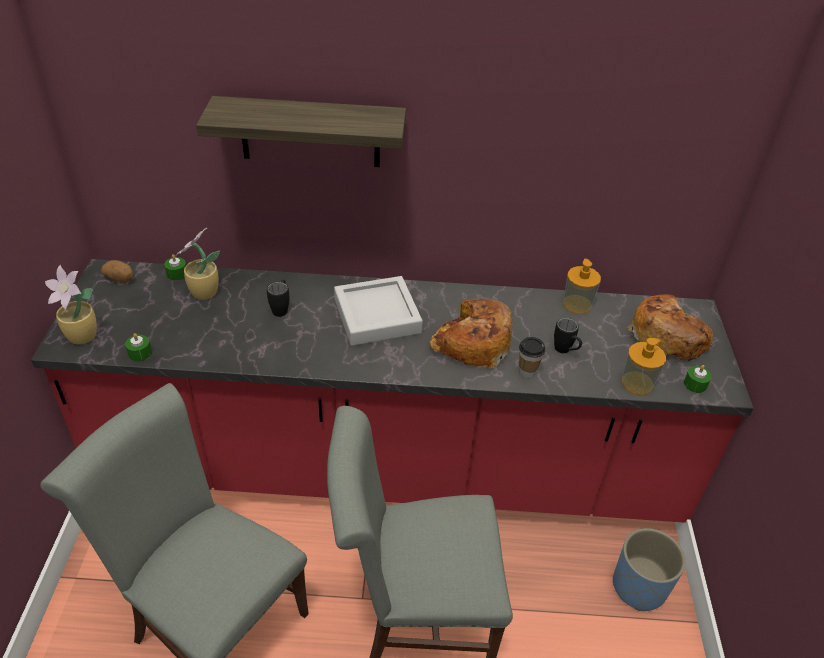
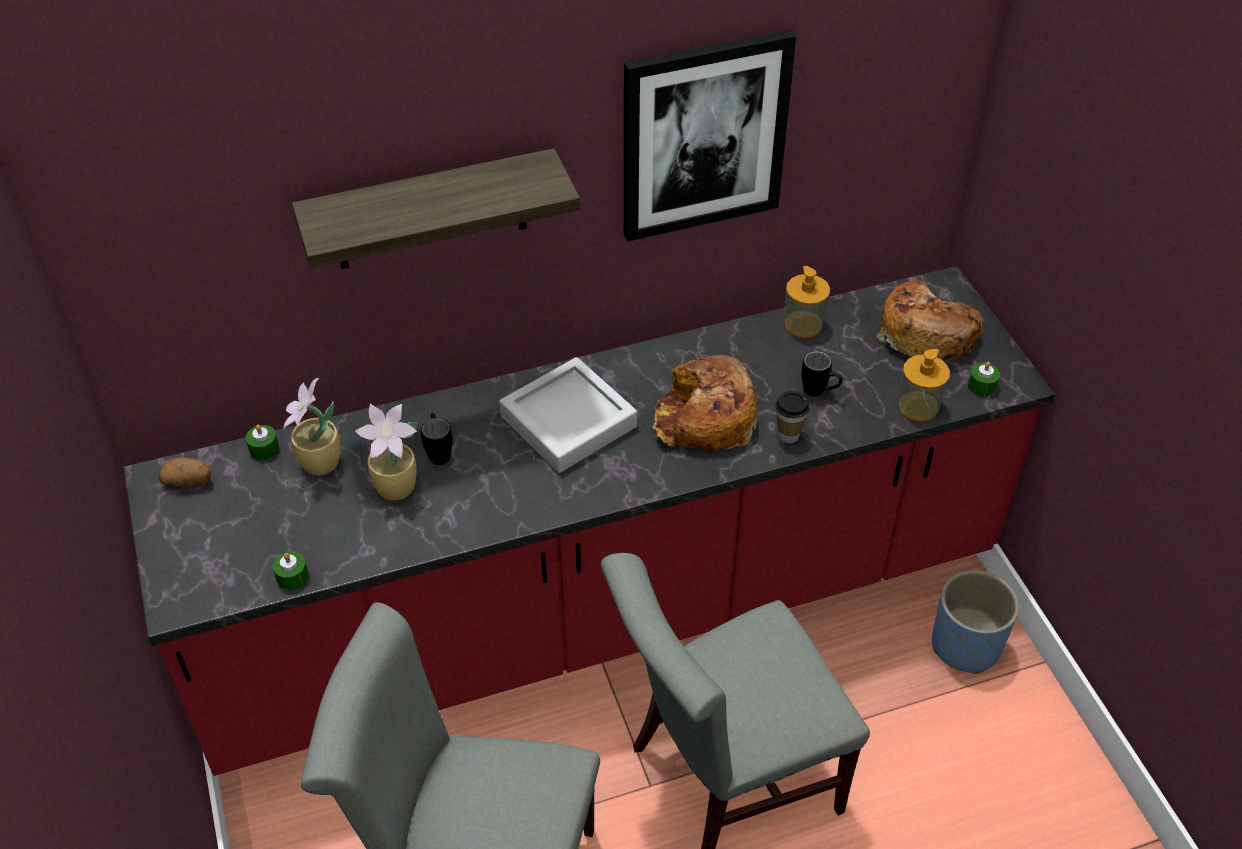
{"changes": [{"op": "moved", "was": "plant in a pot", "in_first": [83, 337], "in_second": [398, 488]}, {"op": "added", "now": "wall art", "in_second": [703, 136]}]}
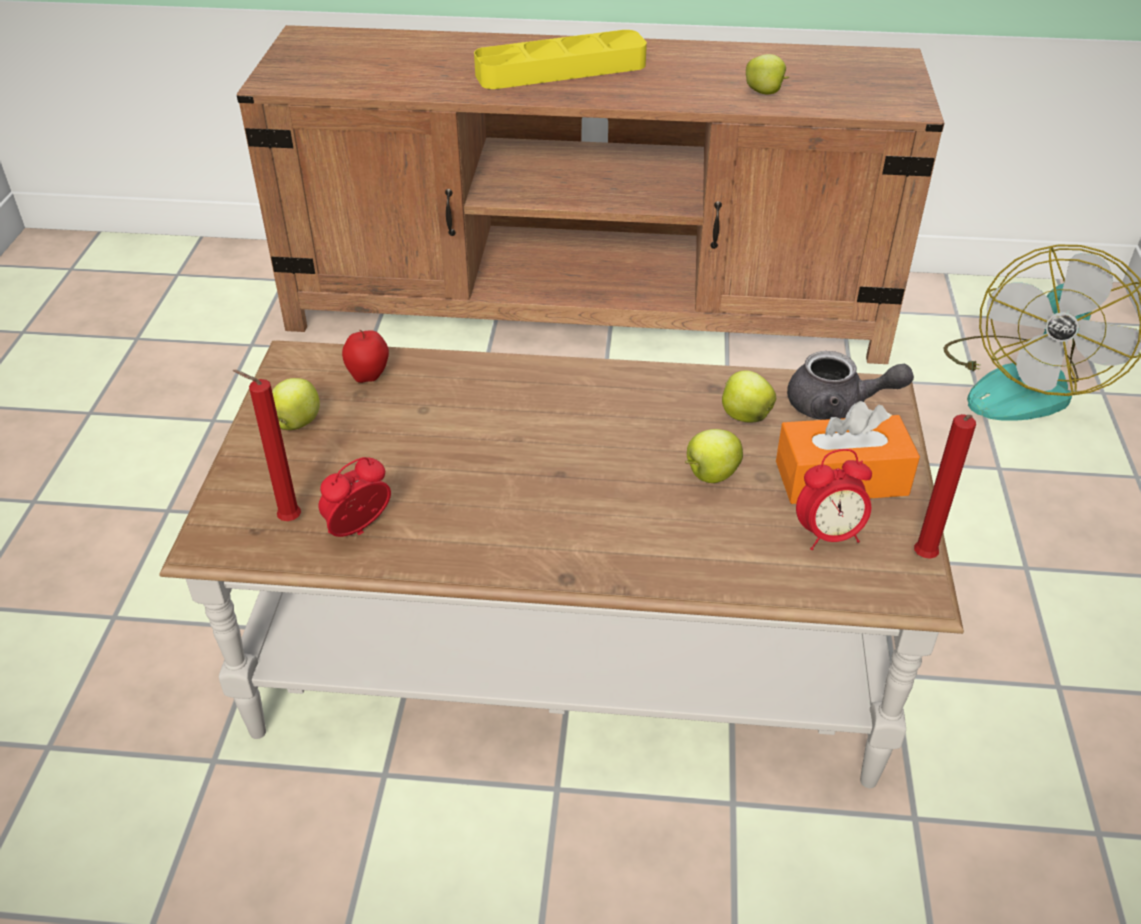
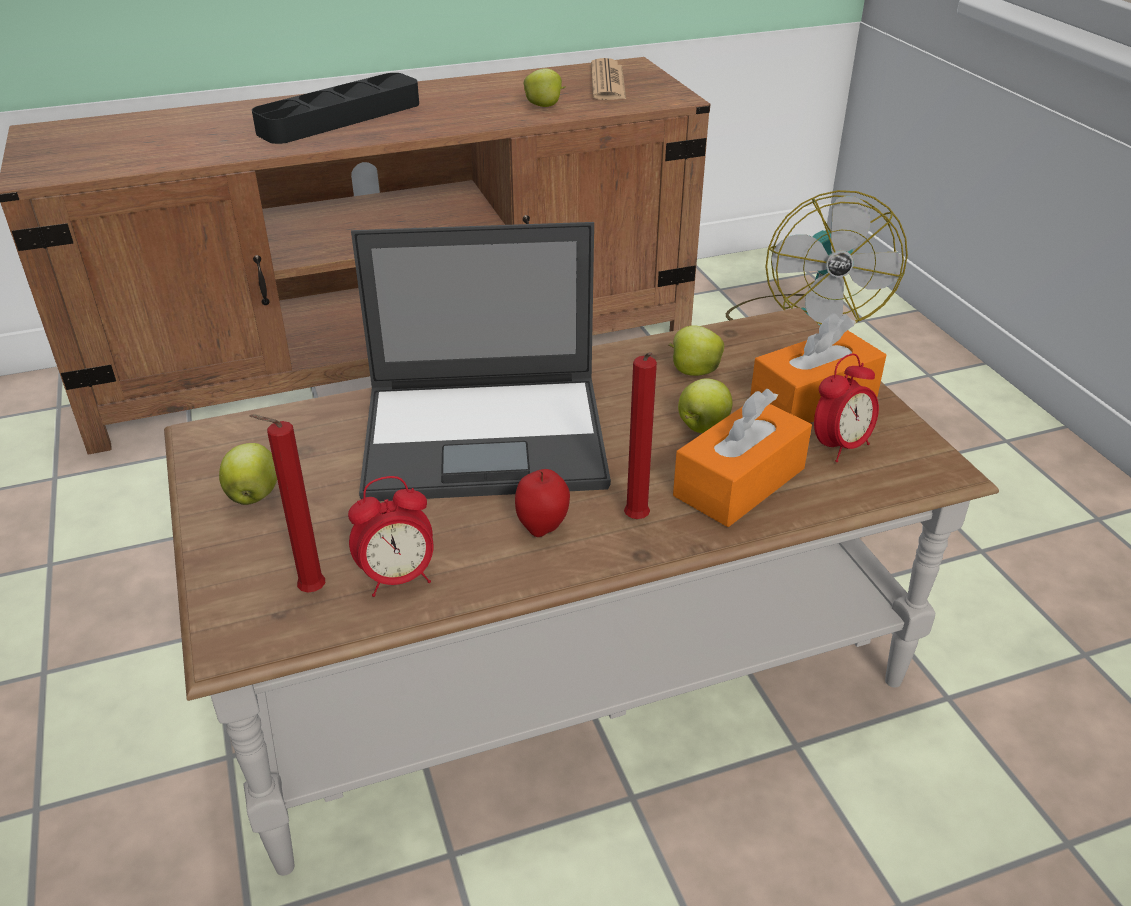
{"changes": [{"op": "recoloured", "was": "carrying tray in yellow", "now": "carrying tray in blackish", "in_first": [561, 69], "in_second": [340, 118]}, {"op": "turned", "was": "bedside clock", "in_first": [359, 531], "in_second": [398, 578], "clockwise": -135}, {"op": "added", "now": "portable computer", "in_second": [488, 436]}, {"op": "moved", "was": "apple", "in_first": [369, 377], "in_second": [542, 527]}, {"op": "added", "now": "newspaper", "in_second": [608, 82]}, {"op": "moved", "was": "wax light in red-coloured", "in_first": [923, 559], "in_second": [636, 522]}, {"op": "added", "now": "tissue holder in orange-coloured", "in_second": [739, 482]}, {"op": "removed", "was": "tea pot in grey", "in_first": [837, 406]}]}
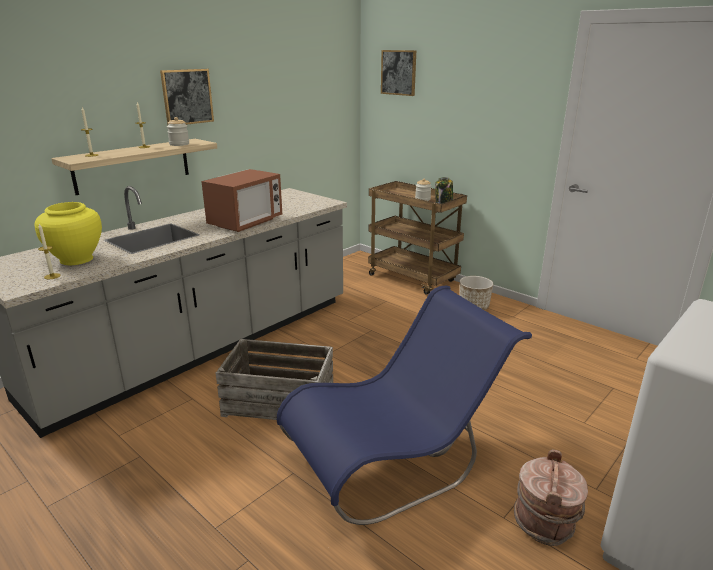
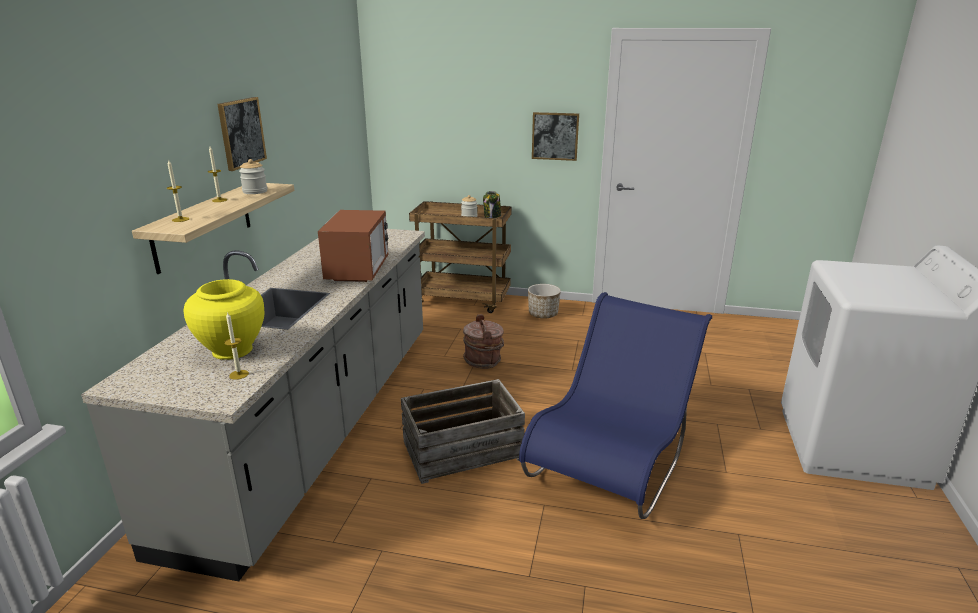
{"changes": [{"op": "moved", "was": "bucket in brownish", "in_first": [545, 523], "in_second": [483, 361]}, {"op": "moved", "was": "wall art", "in_first": [398, 72], "in_second": [555, 136]}]}
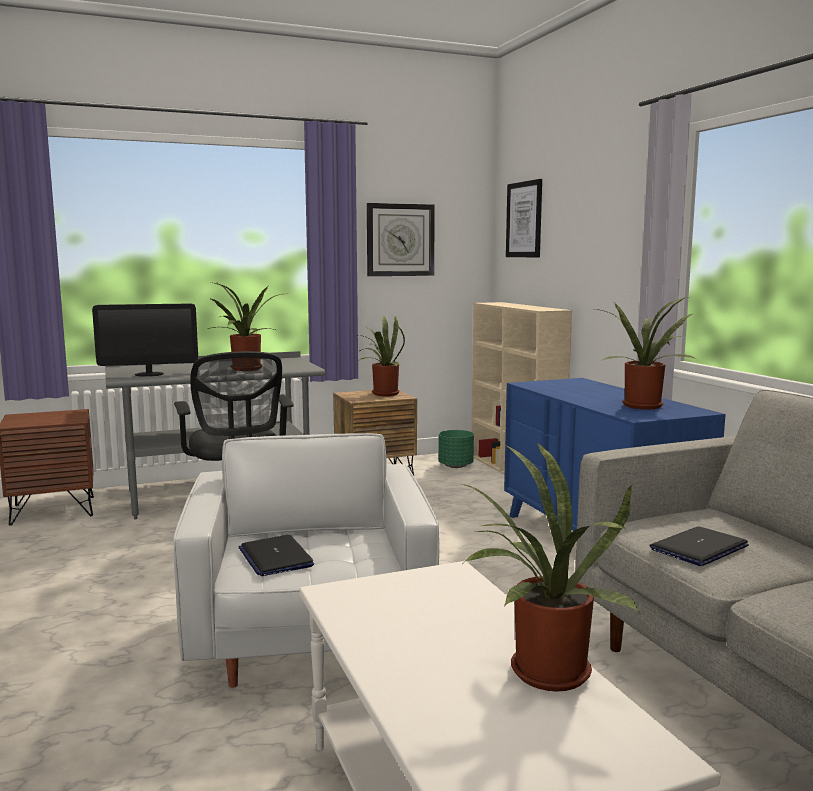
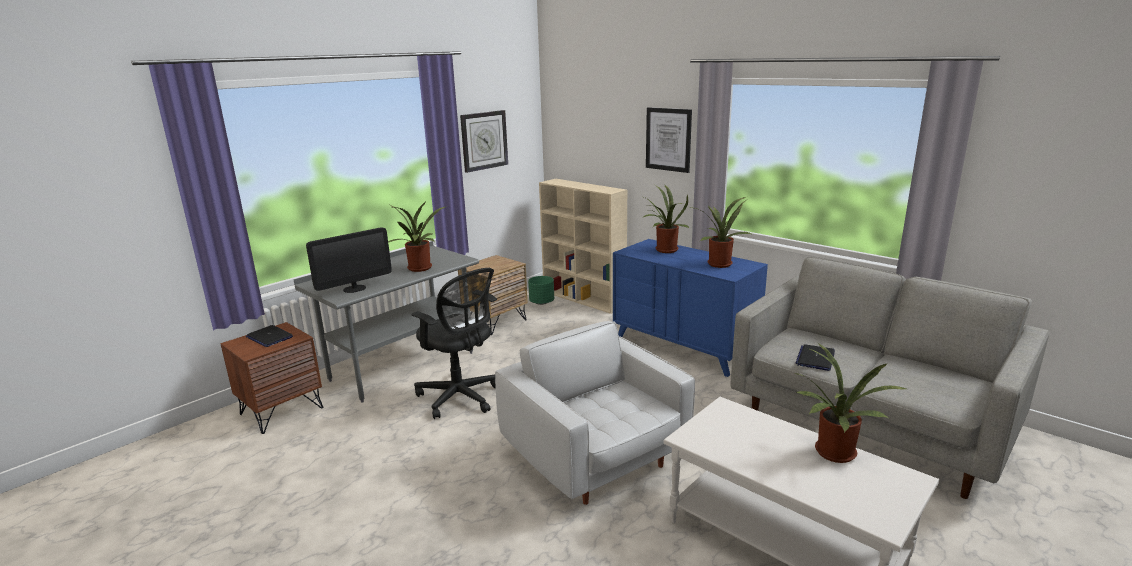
{"changes": [{"op": "moved", "was": "portable computer", "in_first": [275, 557], "in_second": [269, 337]}, {"op": "moved", "was": "plant in a pot", "in_first": [382, 394], "in_second": [664, 250]}, {"op": "moved", "was": "wall art", "in_first": [524, 219], "in_second": [668, 139]}]}
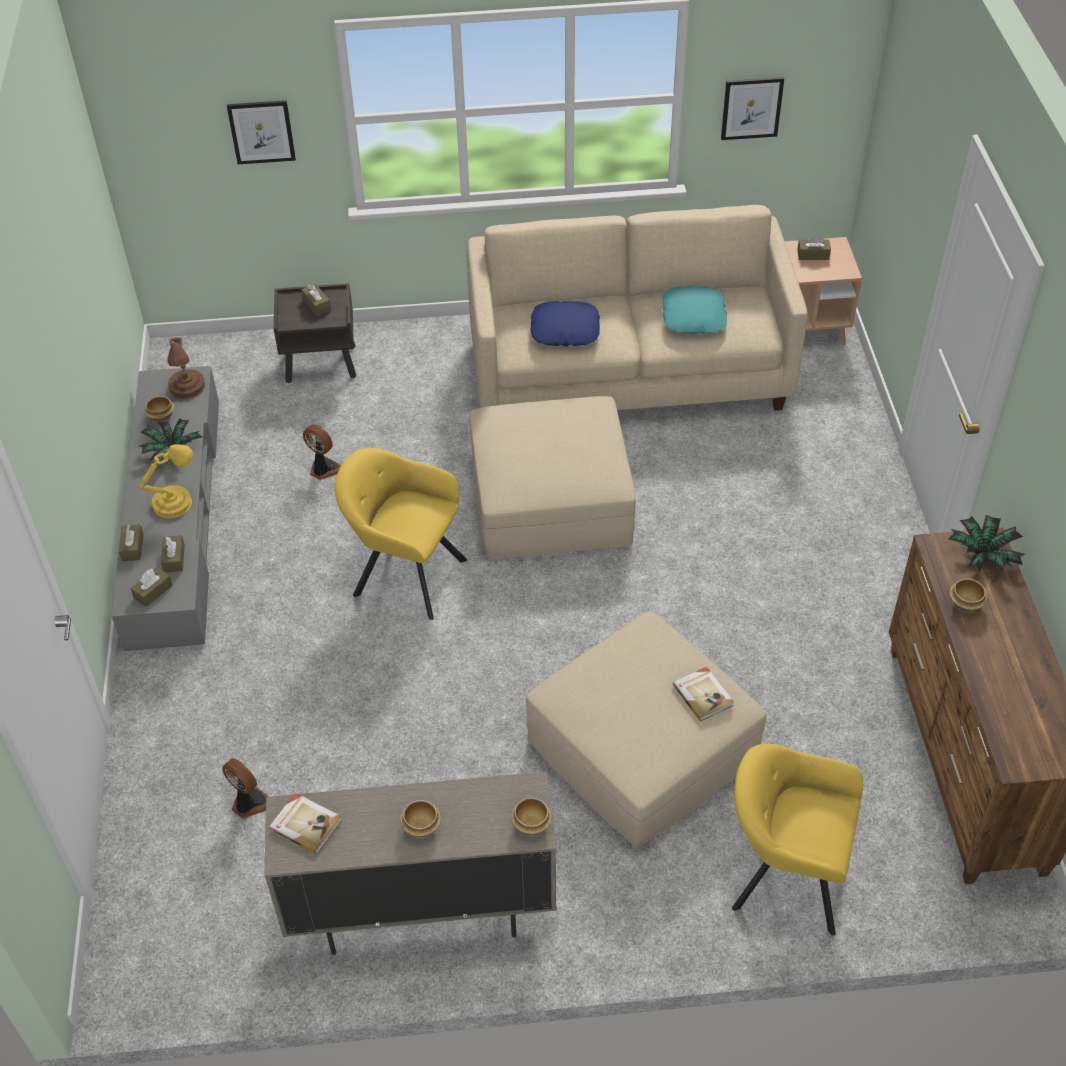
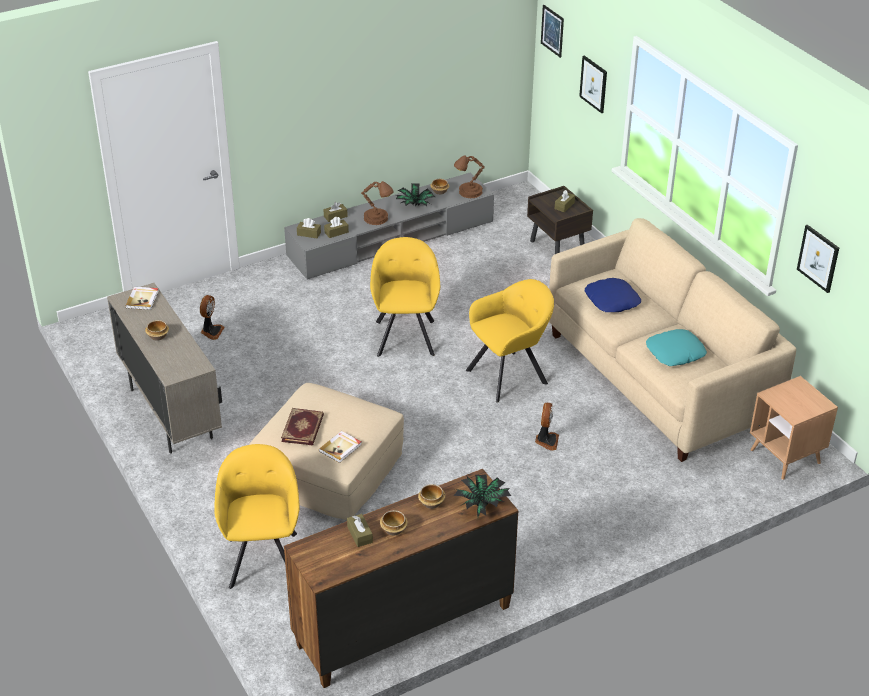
{"changes": [{"op": "added", "now": "bound book", "in_second": [303, 428]}, {"op": "moved", "was": "tissue holder in brownish", "in_first": [813, 255], "in_second": [360, 535]}, {"op": "recoloured", "was": "tabletop lamp in yellow", "now": "tabletop lamp in brownish", "in_first": [175, 502], "in_second": [377, 219]}, {"op": "moved", "was": "serving bowl", "in_first": [530, 824], "in_second": [393, 529]}, {"op": "replaced", "was": "pouffe in beige-coloured", "now": "armchair in yellow", "in_first": [550, 498], "in_second": [510, 375]}, {"op": "moved", "was": "fan", "in_first": [324, 469], "in_second": [546, 441]}, {"op": "added", "now": "wall art", "in_second": [552, 31]}]}
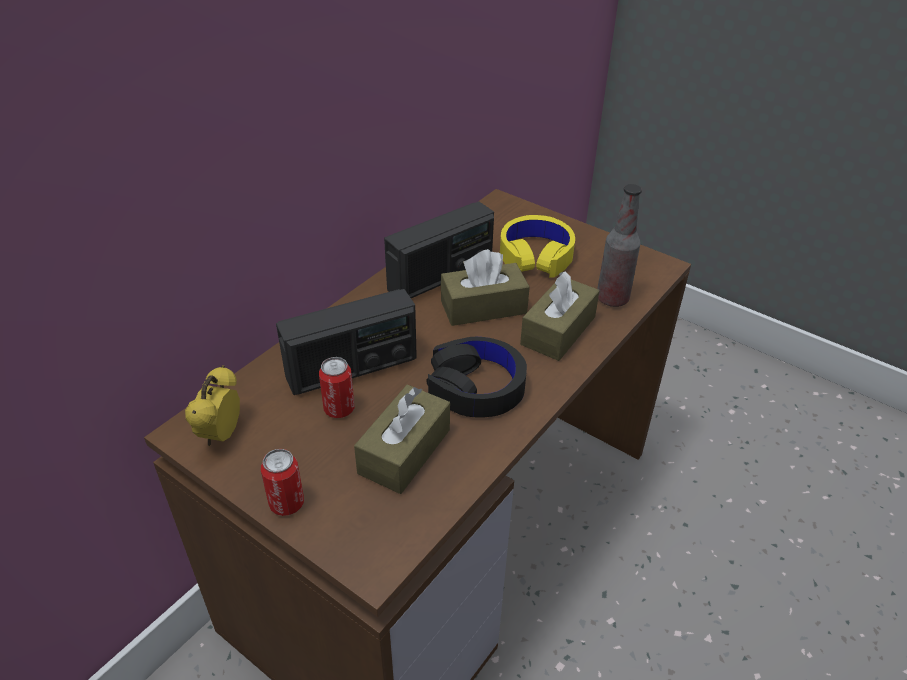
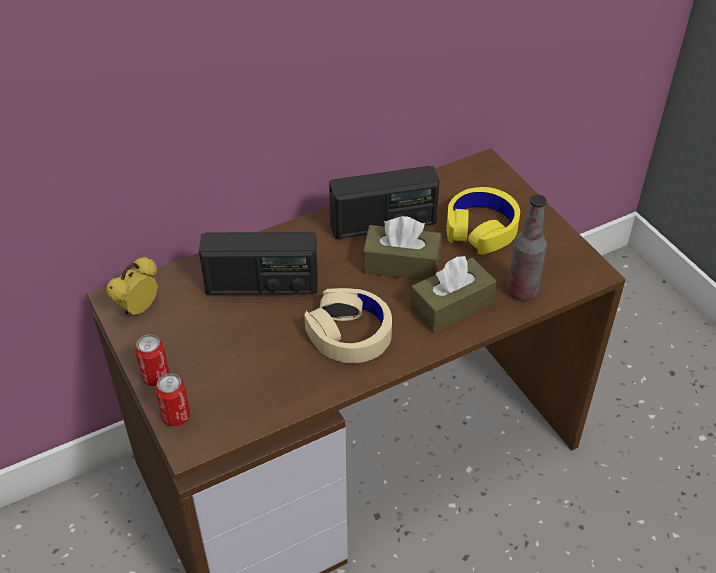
{"changes": [{"op": "moved", "was": "sealed can", "in_first": [339, 409], "in_second": [176, 416]}, {"op": "recoloured", "was": "pair of headphones in blackish", "now": "pair of headphones in beige-coloured", "in_first": [476, 387], "in_second": [349, 333]}, {"op": "removed", "was": "tissue holder in brownish", "in_first": [404, 451]}]}
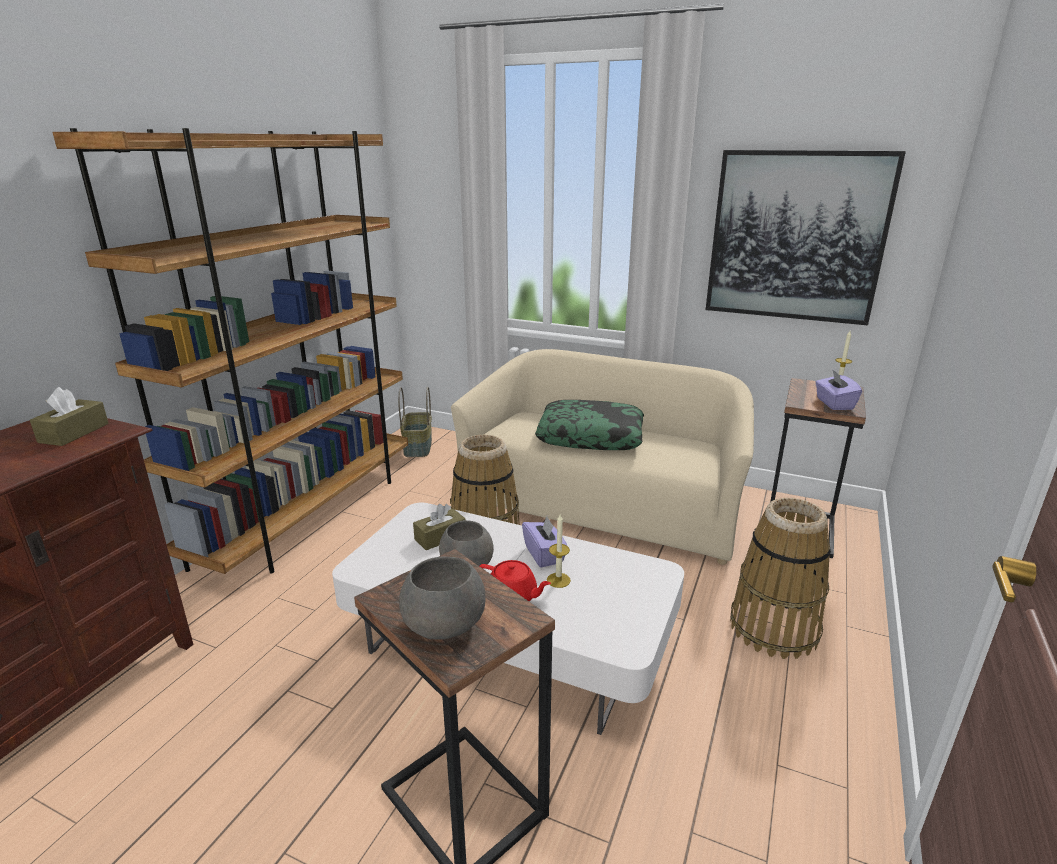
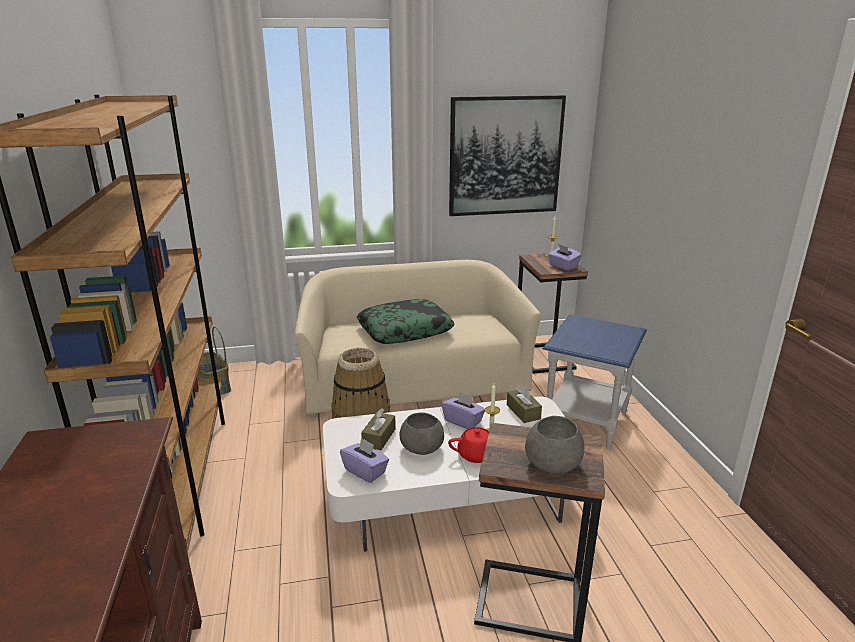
{"changes": [{"op": "added", "now": "tissue holder in purple", "in_second": [365, 471]}, {"op": "moved", "was": "tissue holder in brownish", "in_first": [74, 433], "in_second": [523, 412]}, {"op": "replaced", "was": "basket", "now": "end table in blue-coloured", "in_first": [774, 628], "in_second": [586, 421]}]}
